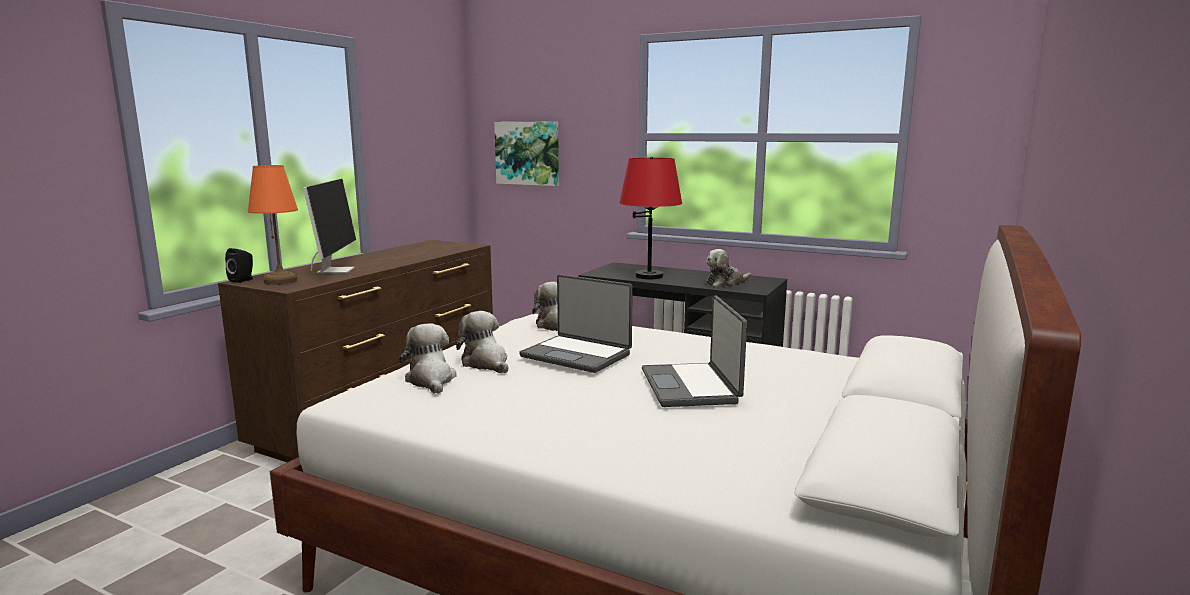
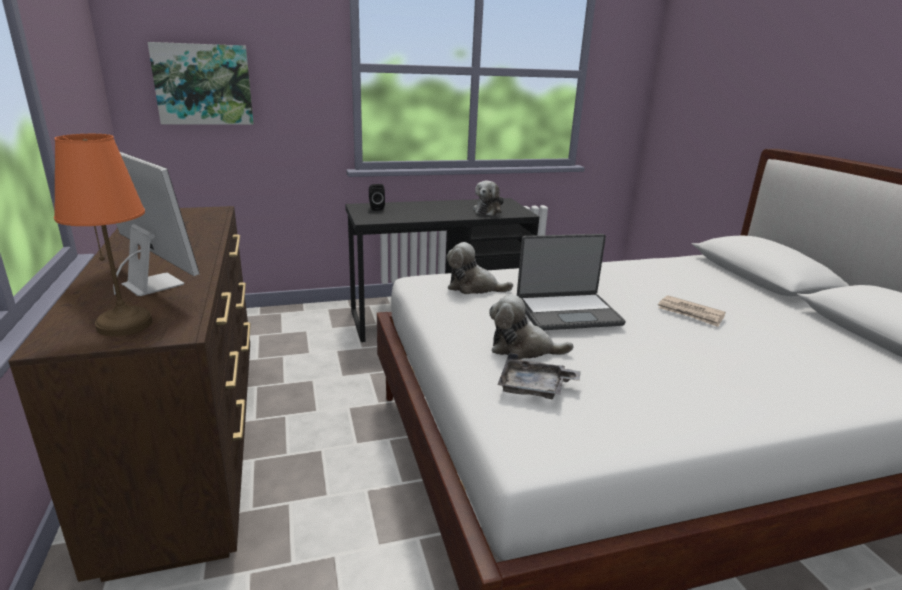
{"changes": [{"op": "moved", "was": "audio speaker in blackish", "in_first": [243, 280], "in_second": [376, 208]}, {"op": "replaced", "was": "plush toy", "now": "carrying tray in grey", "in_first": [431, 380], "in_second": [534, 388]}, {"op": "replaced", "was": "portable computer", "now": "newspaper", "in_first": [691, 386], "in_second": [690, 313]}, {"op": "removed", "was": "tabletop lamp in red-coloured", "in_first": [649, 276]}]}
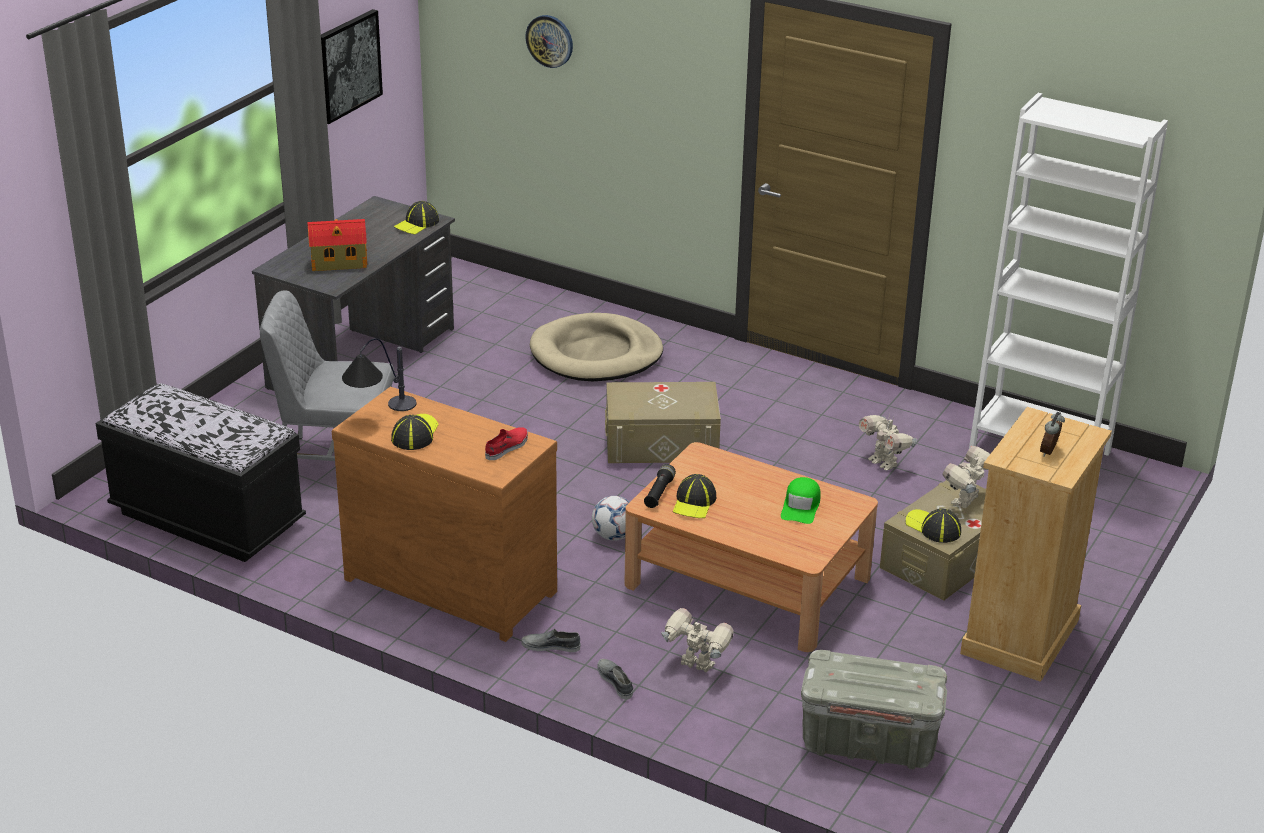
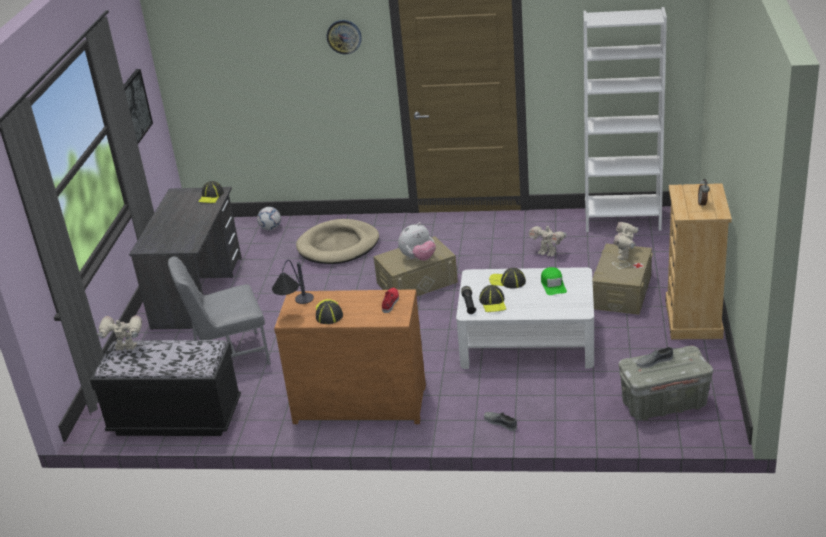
{"changes": [{"op": "moved", "was": "model robot", "in_first": [696, 666], "in_second": [126, 348]}, {"op": "moved", "was": "football ball", "in_first": [614, 536], "in_second": [270, 228]}, {"op": "moved", "was": "hanging clock", "in_first": [550, 41], "in_second": [344, 36]}, {"op": "added", "now": "plush toy", "in_second": [418, 258]}, {"op": "recoloured", "was": "coffee table in brownish", "now": "coffee table in whitish", "in_first": [748, 581], "in_second": [527, 341]}, {"op": "moved", "was": "cap", "in_first": [933, 528], "in_second": [507, 281]}, {"op": "moved", "was": "item of footwear in grey", "in_first": [551, 646], "in_second": [654, 361]}, {"op": "removed", "was": "miniature house", "in_first": [337, 263]}]}
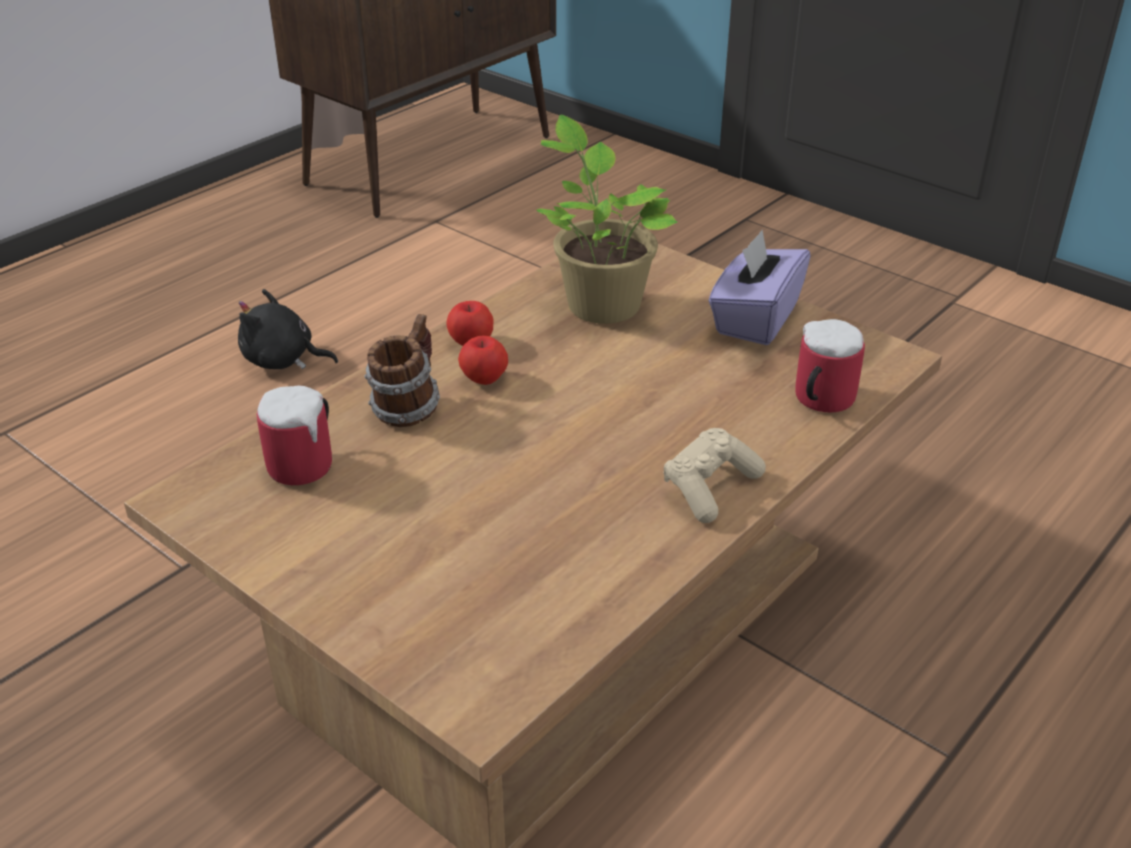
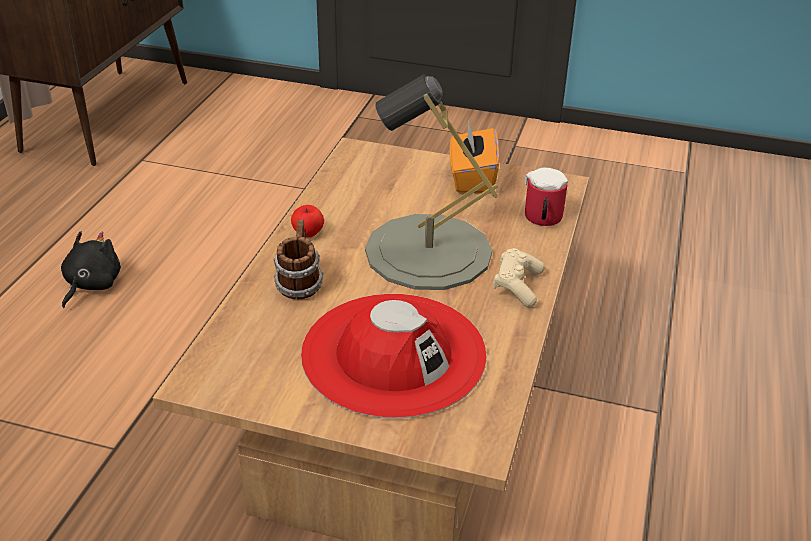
{"changes": [{"op": "turned", "was": "plush toy in blackish", "in_first": [282, 360], "in_second": [91, 285], "clockwise": 120}, {"op": "added", "now": "clothing hat in red-coloured", "in_second": [393, 354]}, {"op": "added", "now": "tabletop lamp in grey", "in_second": [428, 252]}, {"op": "recoloured", "was": "tissue holder in purple", "now": "tissue holder in orange-coloured", "in_first": [755, 319], "in_second": [472, 179]}, {"op": "removed", "was": "tea mug", "in_first": [308, 462]}, {"op": "removed", "was": "apple", "in_first": [484, 378]}, {"op": "removed", "was": "plant in a pot", "in_first": [600, 303]}]}
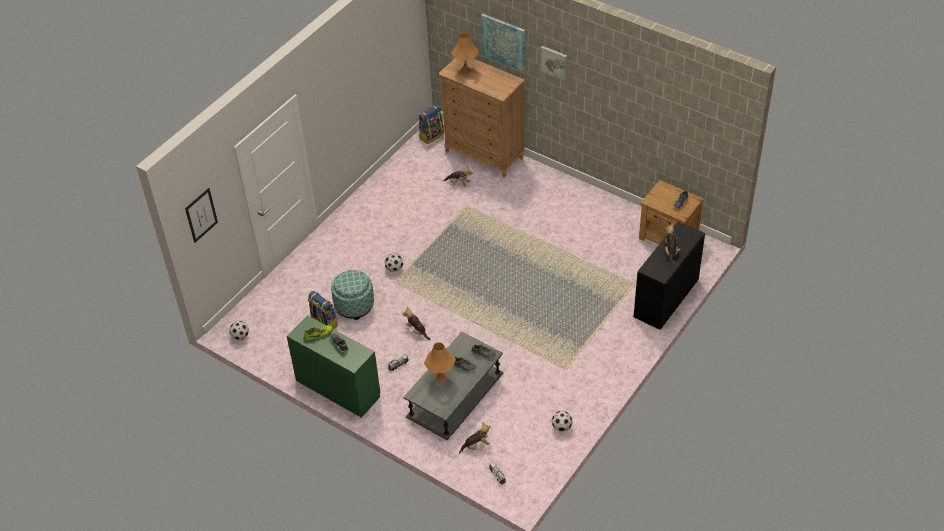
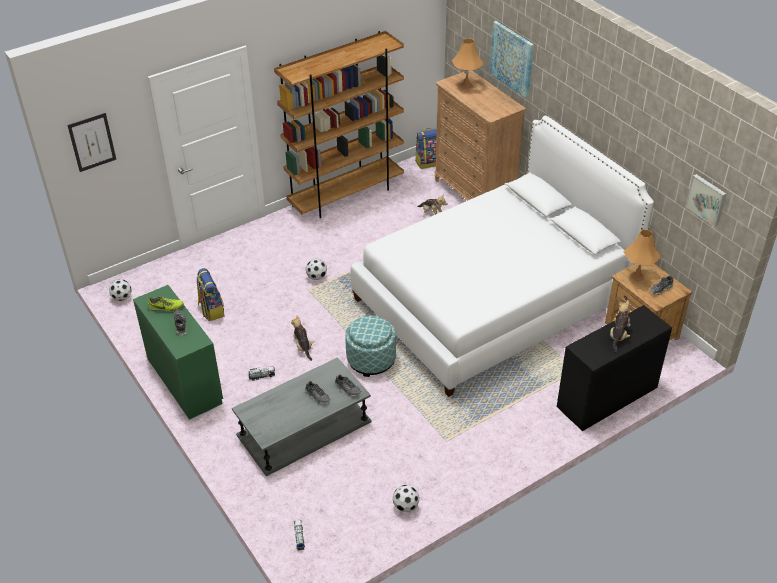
{"changes": [{"op": "added", "now": "shelving unit in brownish", "in_second": [346, 195]}, {"op": "moved", "was": "pouffe", "in_first": [354, 305], "in_second": [371, 360]}, {"op": "added", "now": "sleeping bed in whitish", "in_second": [492, 300]}, {"op": "moved", "was": "tabletop lamp in orange-coloured", "in_first": [441, 377], "in_second": [637, 276]}, {"op": "moved", "was": "wall art", "in_first": [554, 62], "in_second": [707, 199]}, {"op": "removed", "was": "plush toy", "in_first": [476, 445]}]}
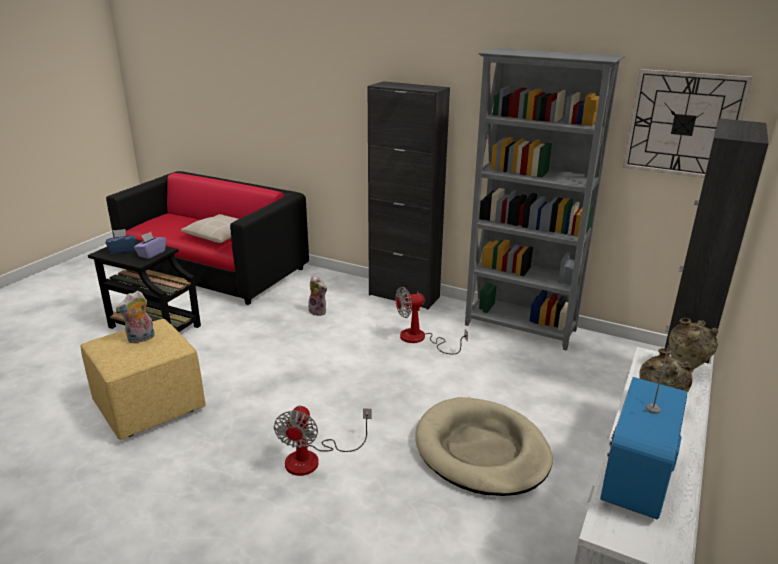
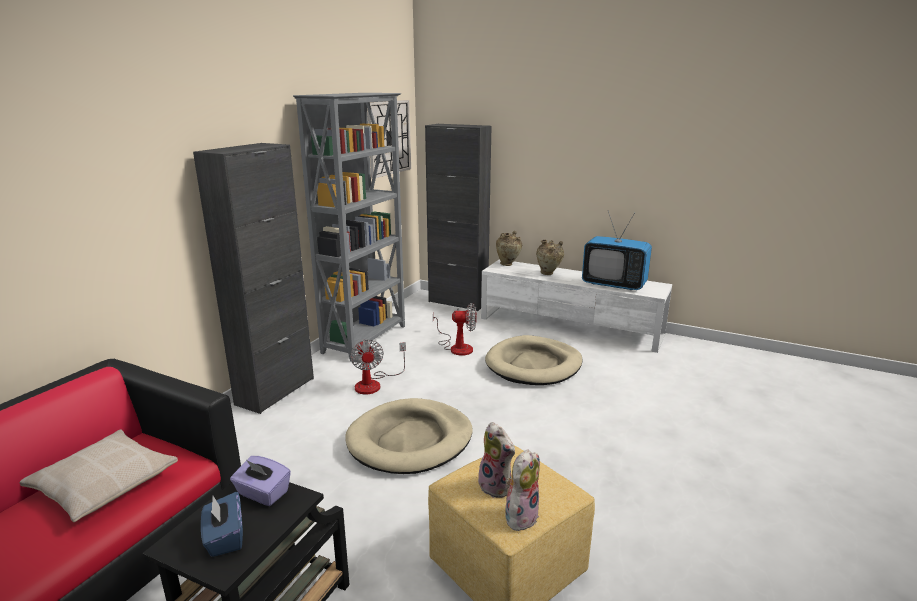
{"changes": [{"op": "added", "now": "dog bed in beige-coloured", "in_second": [410, 440]}, {"op": "moved", "was": "fan", "in_first": [313, 458], "in_second": [457, 347]}, {"op": "moved", "was": "plush toy", "in_first": [319, 311], "in_second": [520, 516]}]}
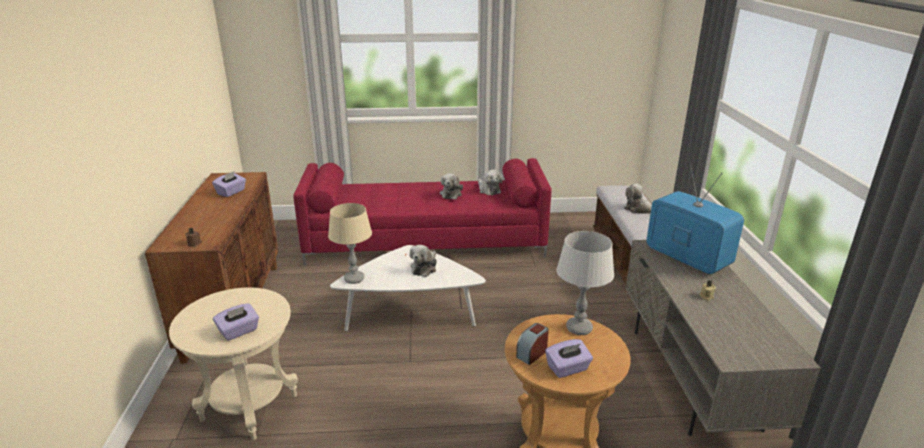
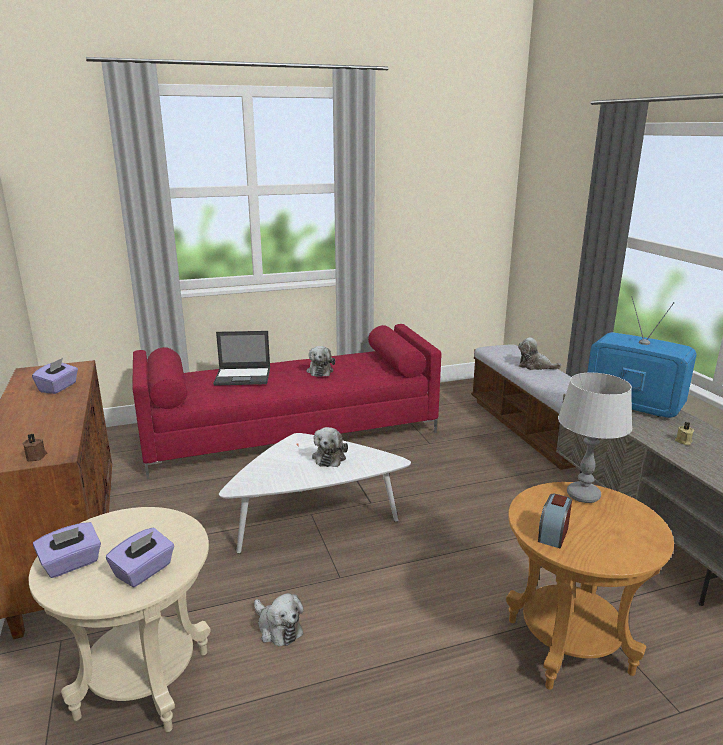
{"changes": [{"op": "moved", "was": "tissue holder in purple", "in_first": [567, 368], "in_second": [71, 564]}, {"op": "added", "now": "portable computer", "in_second": [243, 376]}, {"op": "moved", "was": "plush toy", "in_first": [488, 190], "in_second": [278, 628]}, {"op": "removed", "was": "tabletop lamp in beige-coloured", "in_first": [354, 279]}]}
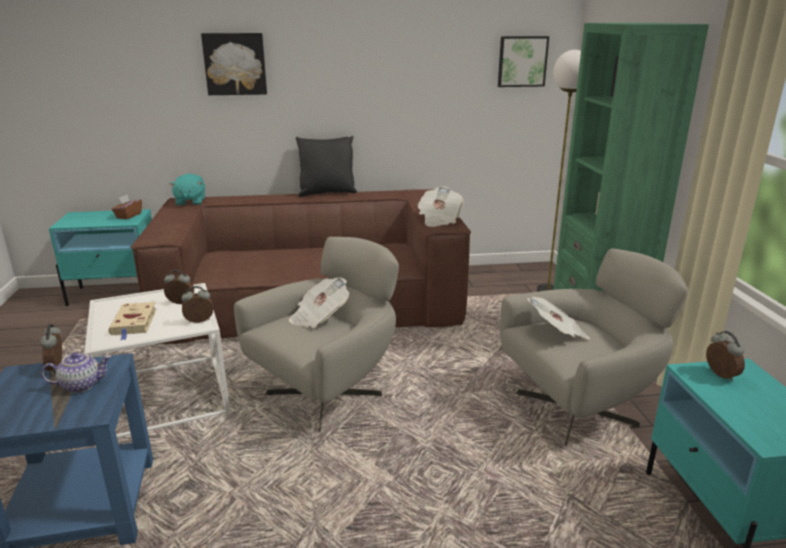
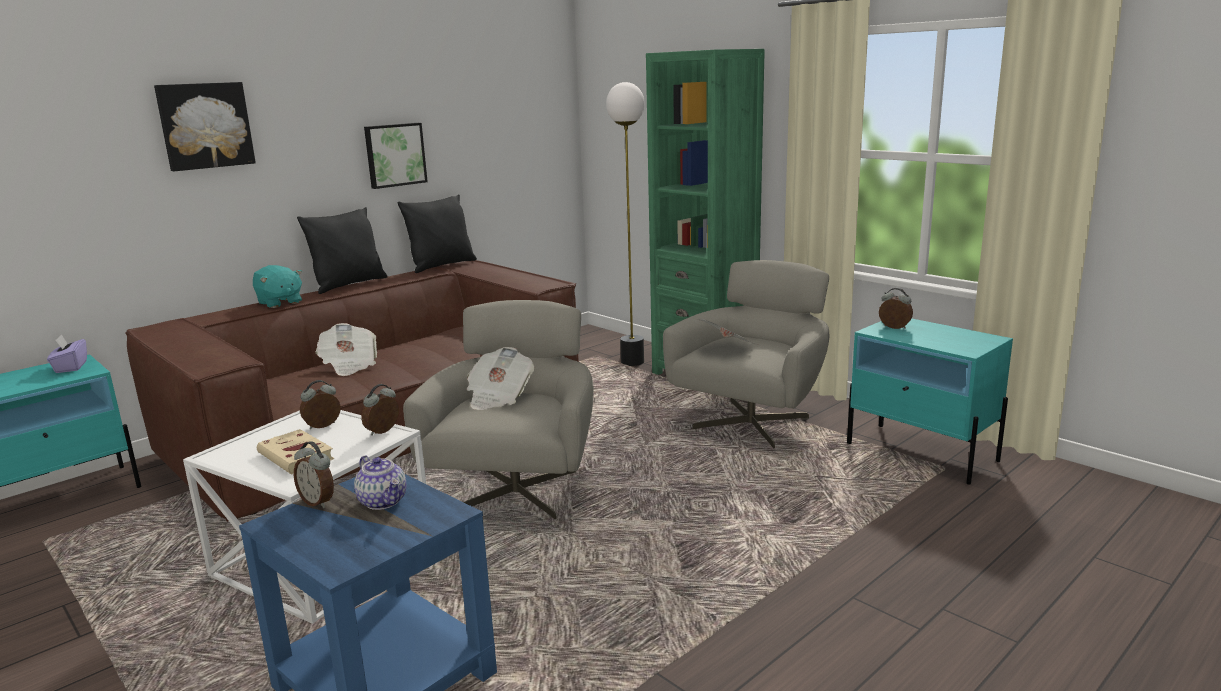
{"changes": [{"op": "recoloured", "was": "tissue holder in brownish", "now": "tissue holder in purple", "in_first": [128, 216], "in_second": [70, 367]}, {"op": "moved", "was": "plush toy in blue-green", "in_first": [190, 202], "in_second": [279, 302]}, {"op": "moved", "was": "newspaper", "in_first": [439, 219], "in_second": [349, 365]}, {"op": "turned", "was": "tea pot", "in_first": [82, 385], "in_second": [383, 501], "clockwise": 105}, {"op": "moved", "was": "wall art", "in_first": [522, 61], "in_second": [394, 155]}, {"op": "added", "now": "pillow in blackish", "in_second": [442, 265]}]}
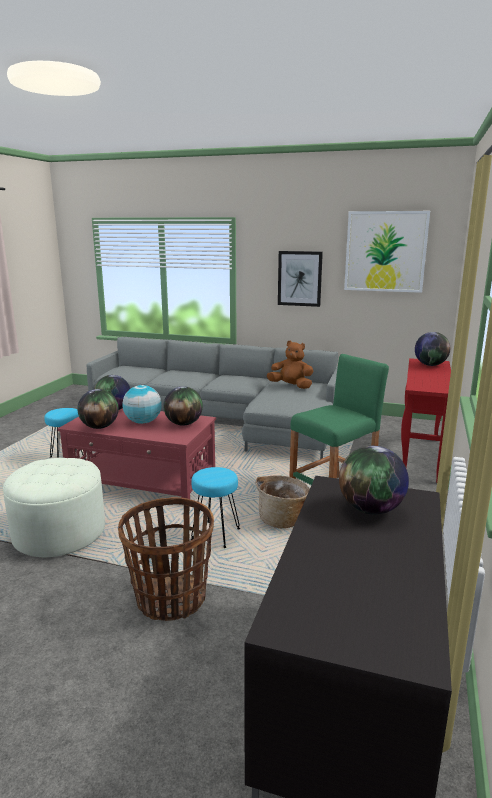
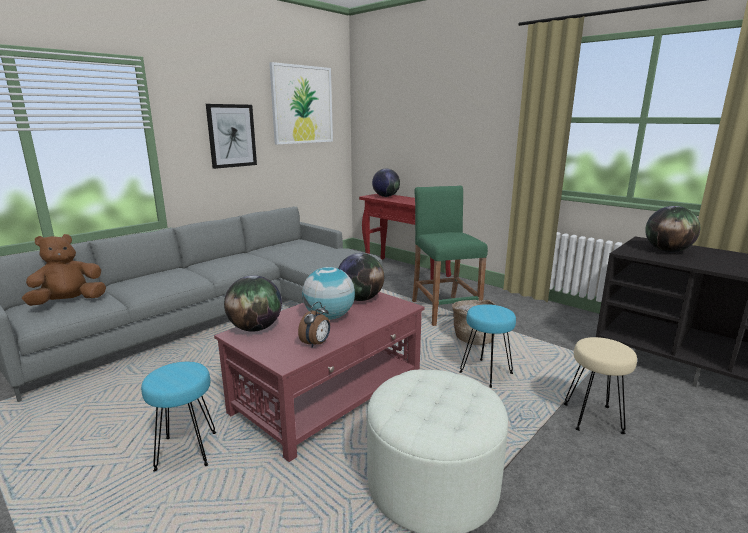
{"changes": [{"op": "moved", "was": "plush toy in brownish", "in_first": [291, 386], "in_second": [69, 302]}, {"op": "replaced", "was": "world globe", "now": "bedside clock", "in_first": [100, 427], "in_second": [316, 344]}, {"op": "replaced", "was": "basket", "now": "stool seat in beige-coloured", "in_first": [170, 599], "in_second": [593, 418]}]}
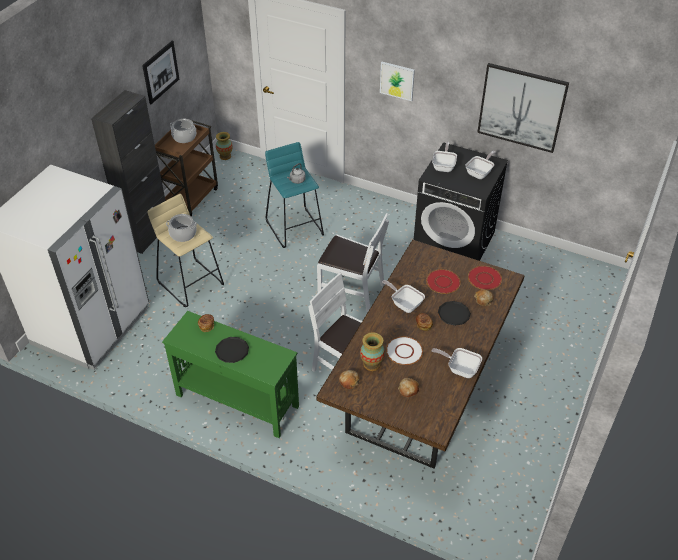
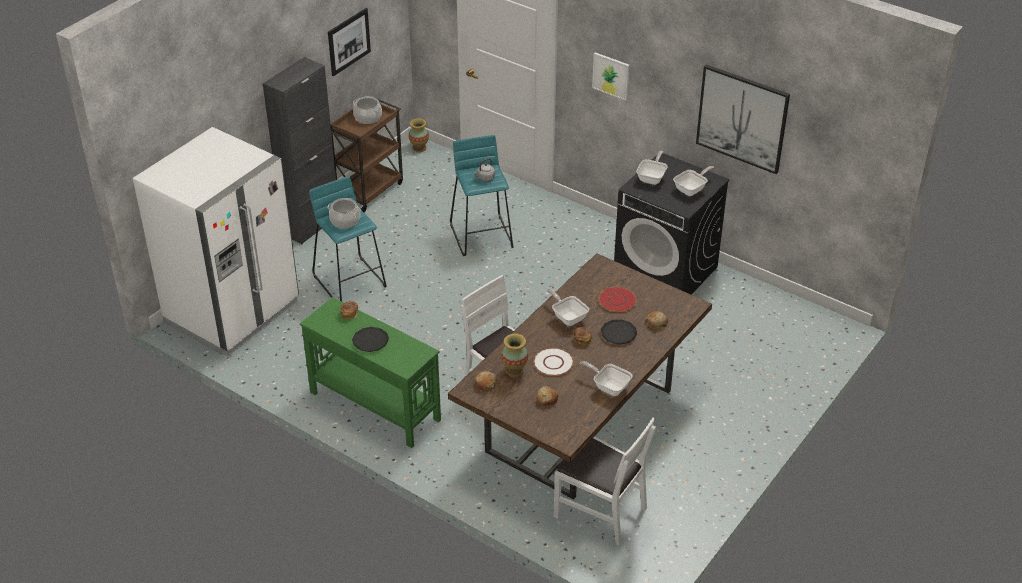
{"changes": [{"op": "recoloured", "was": "stool seat in beige-coloured", "now": "stool seat in blue-green", "in_first": [191, 282], "in_second": [350, 281]}, {"op": "moved", "was": "chair in whitish", "in_first": [351, 290], "in_second": [600, 511]}, {"op": "removed", "was": "plate in red-coloured", "in_first": [484, 278]}]}
